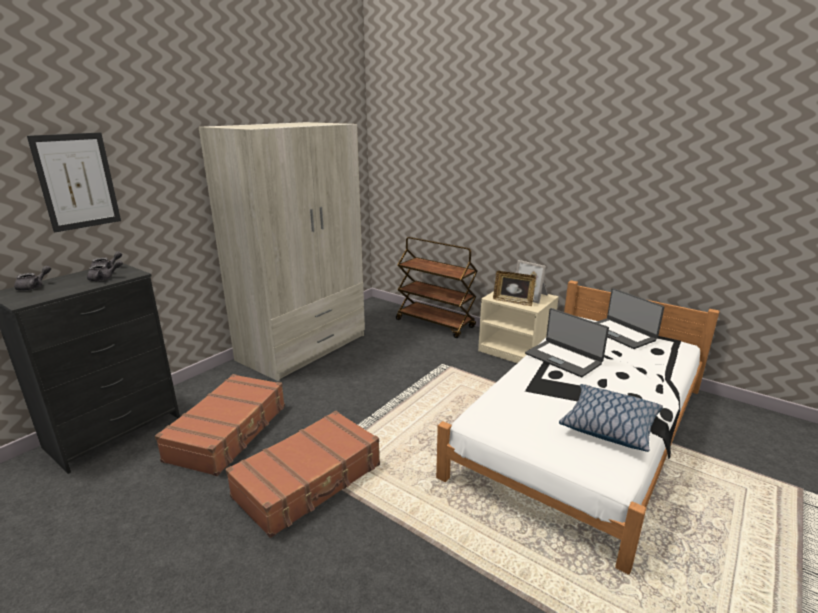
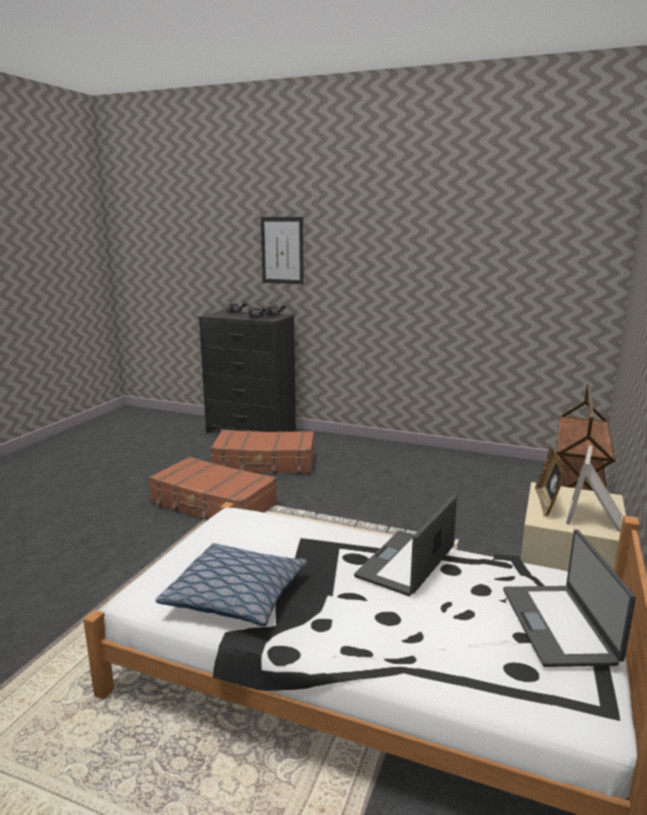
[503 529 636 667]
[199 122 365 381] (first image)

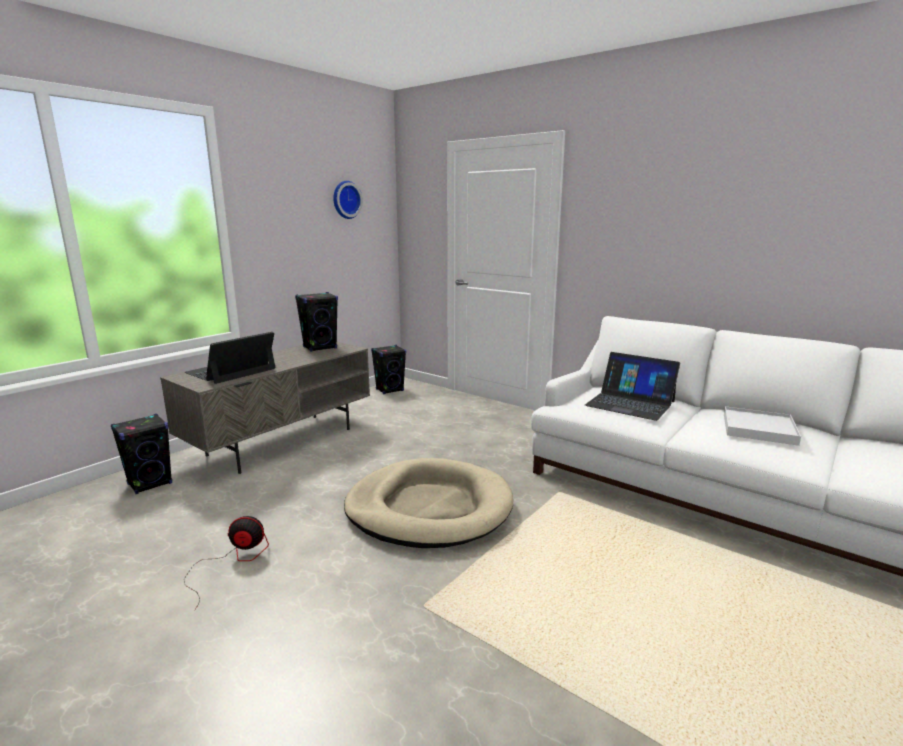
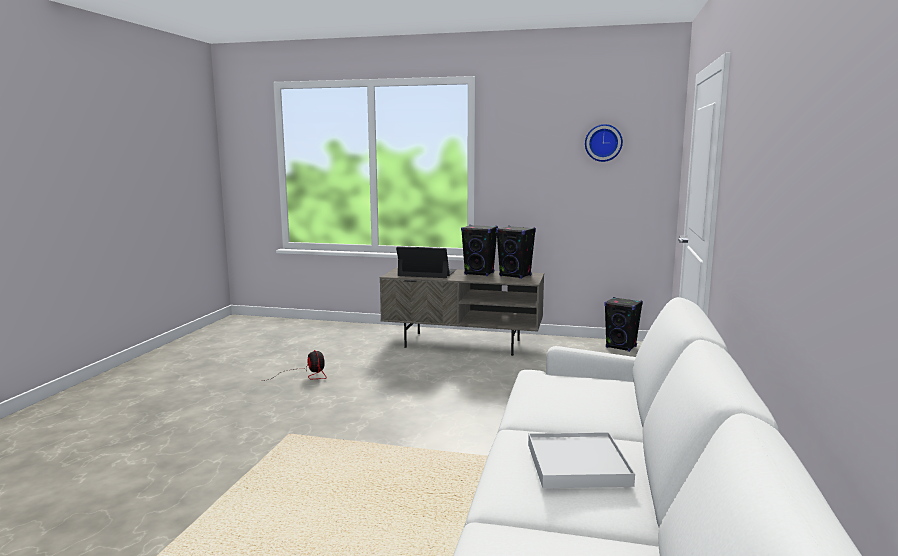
[461 225 498 276]
[344 458 513 548] (first image)
[585 352 680 421] (first image)

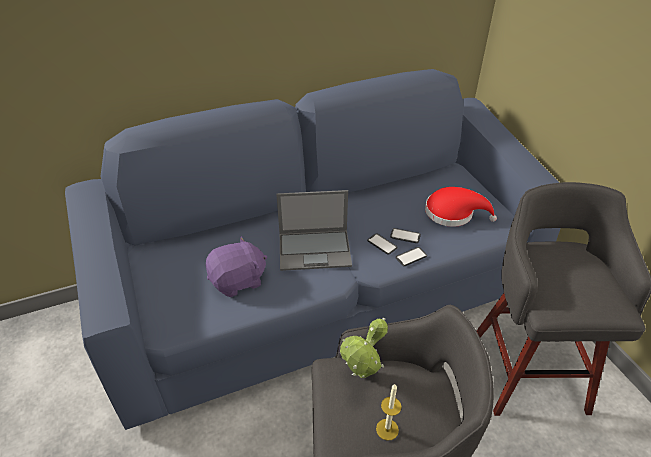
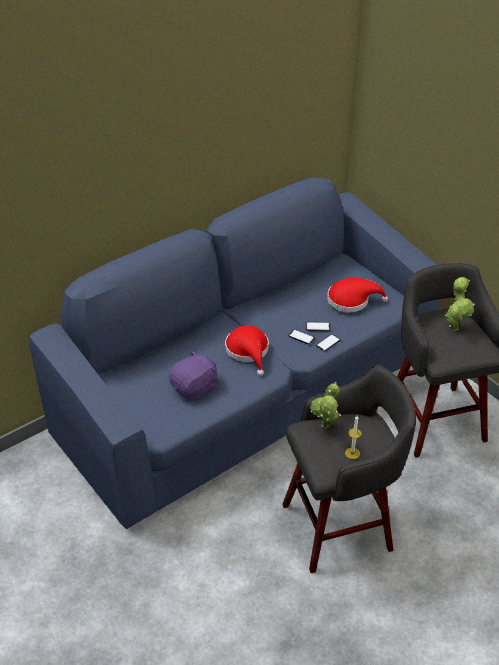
[225 325 269 376]
[445 277 475 331]

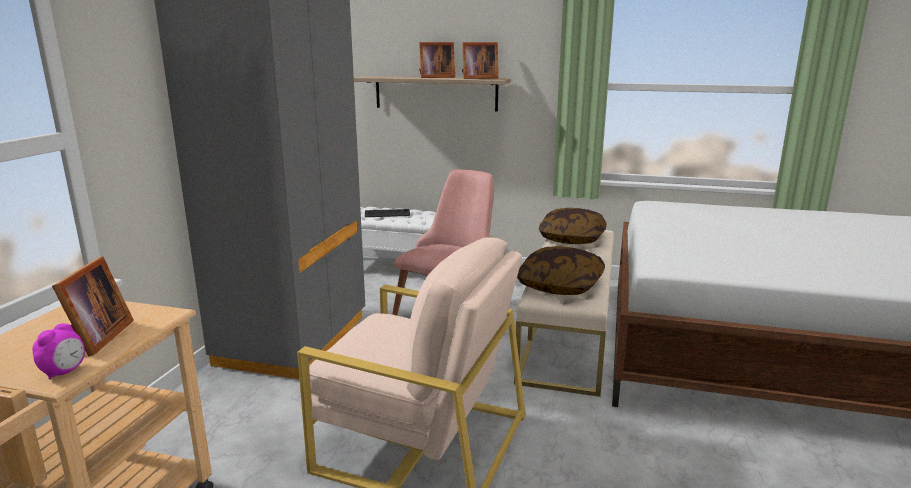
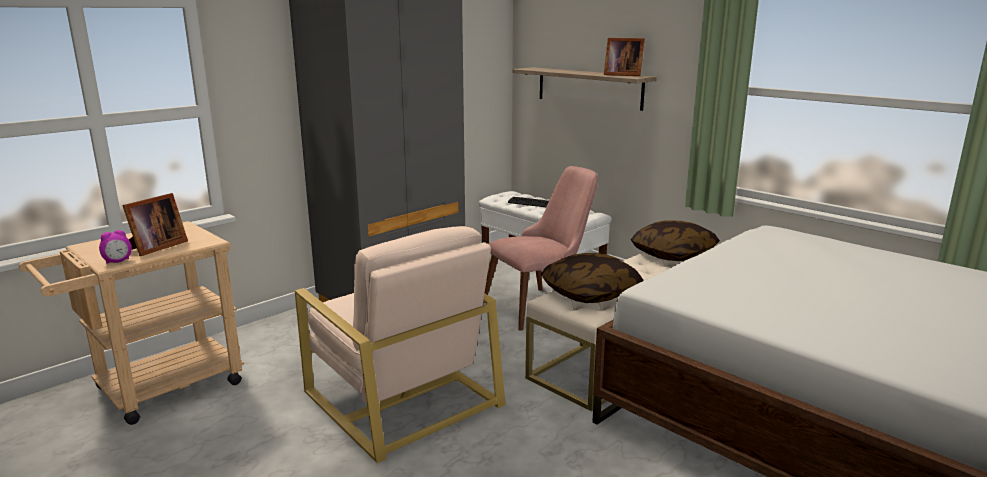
[419 42 455 78] (first image)

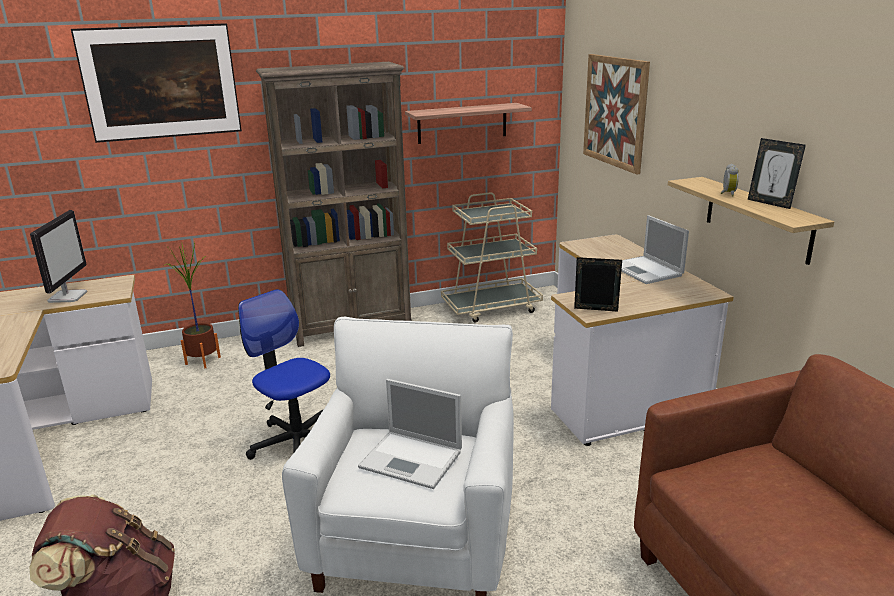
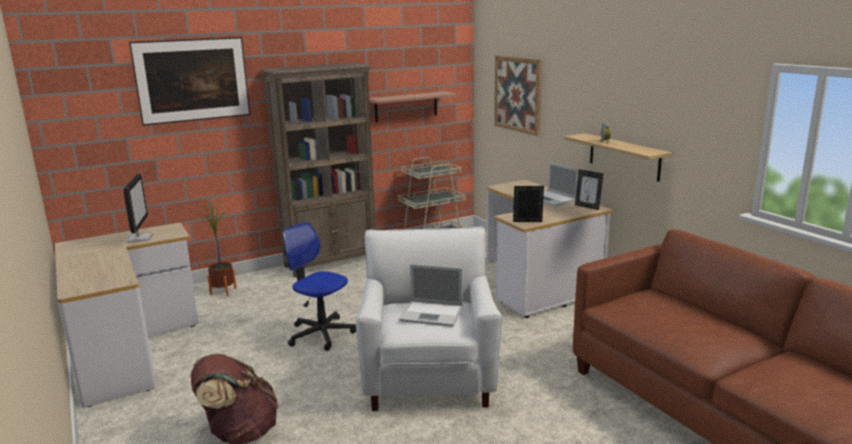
[575 169 603 210]

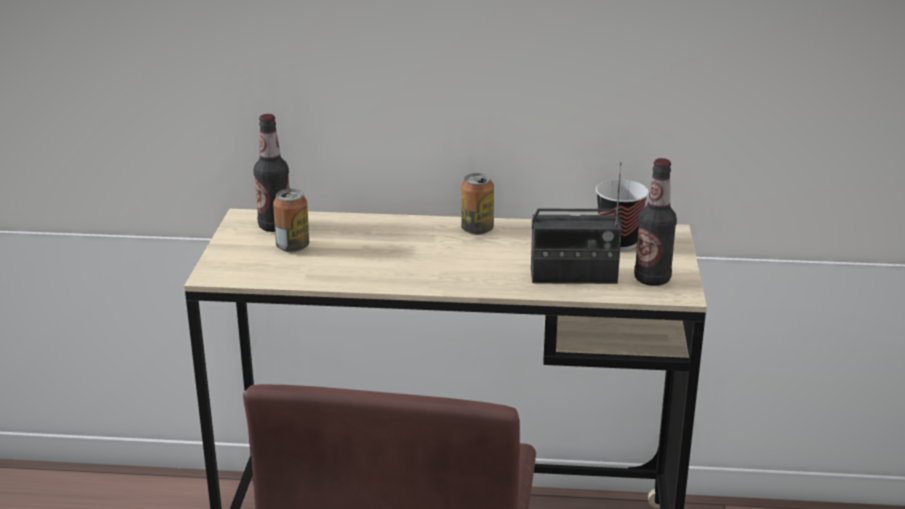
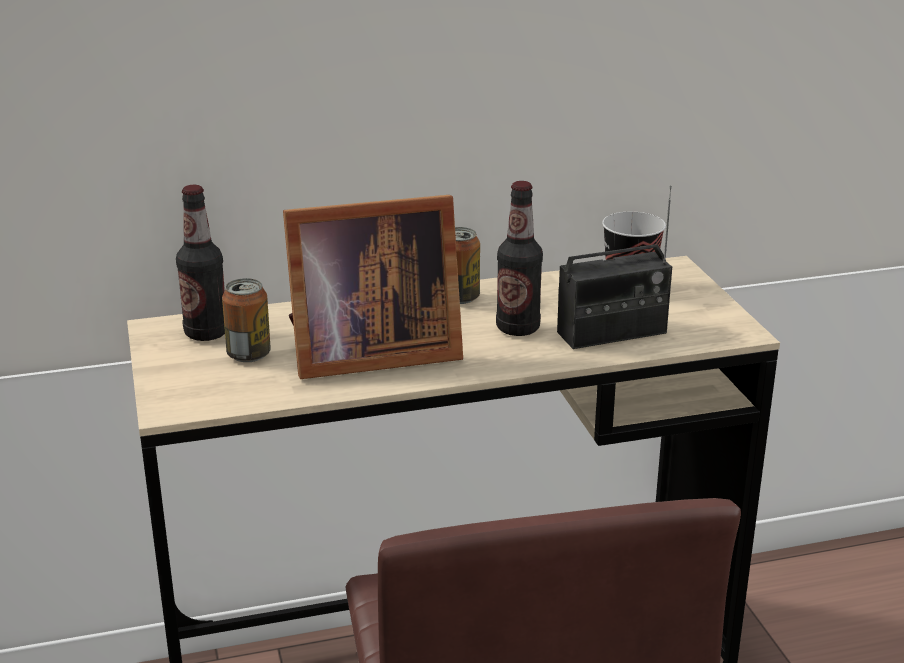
[283 195 463 379]
[496 181 543 336]

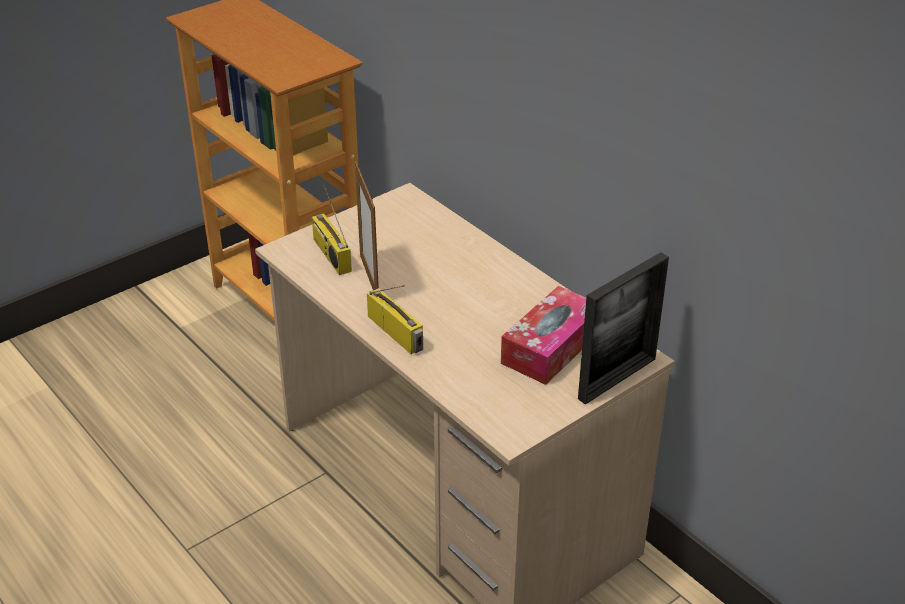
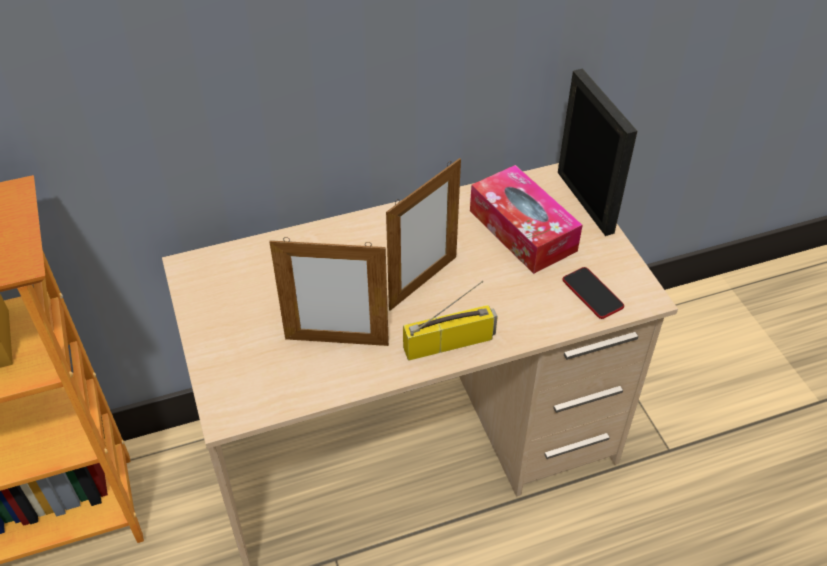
[386 158 461 311]
[562 267 624 319]
[312 183 352 275] (first image)

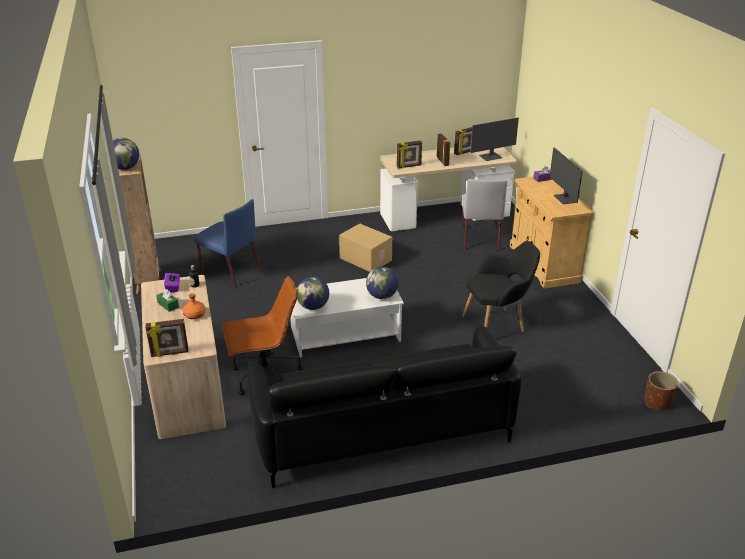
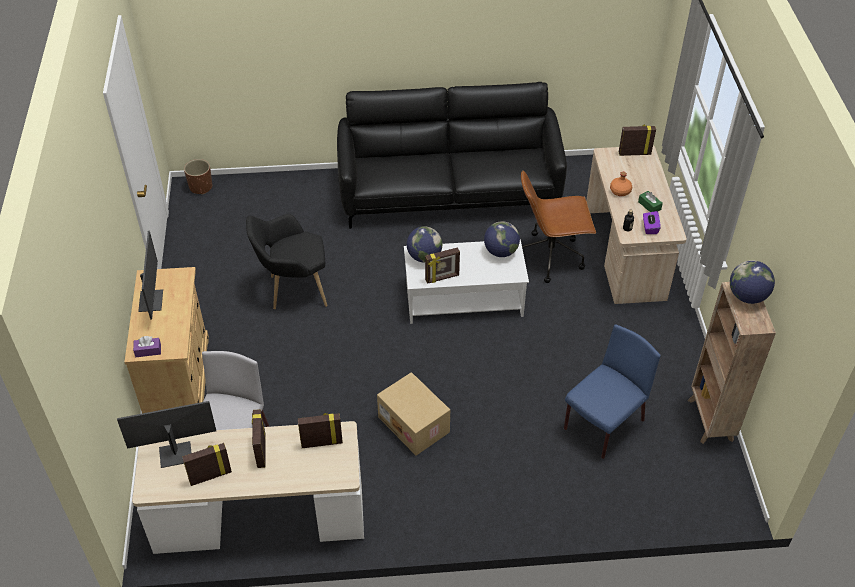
[425 247 460 284]
[564 324 661 459]

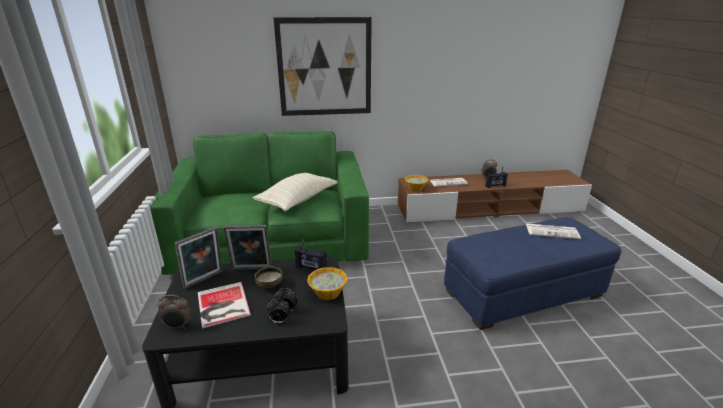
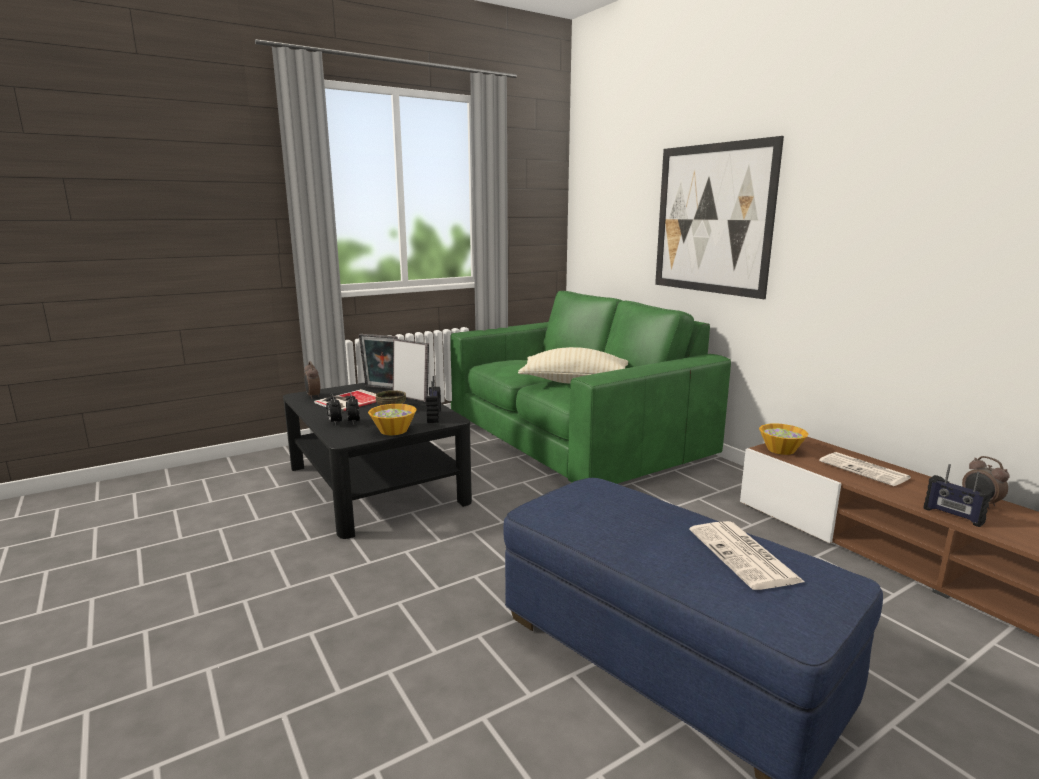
[393 339 429 402]

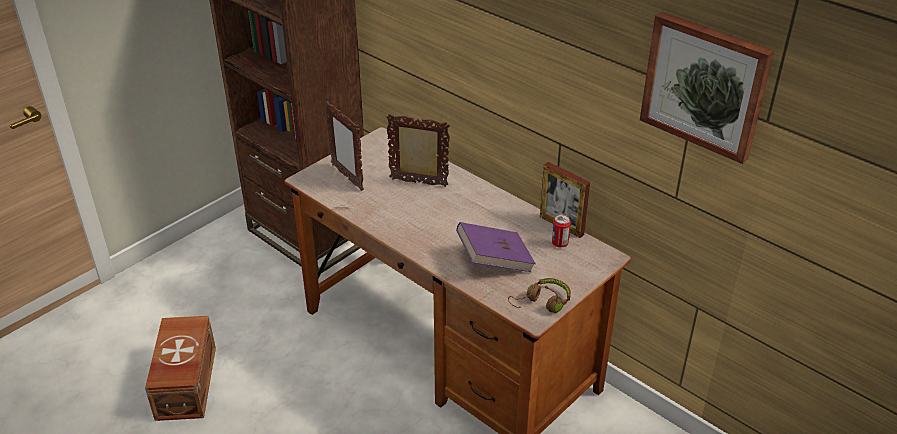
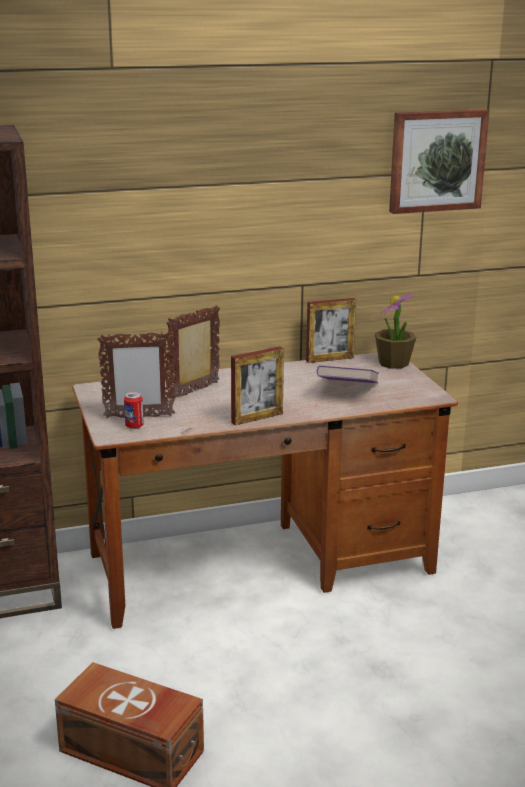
[124 392 144 429]
[231 346 284 426]
[375 292 416 369]
[508 278 571 313] (first image)

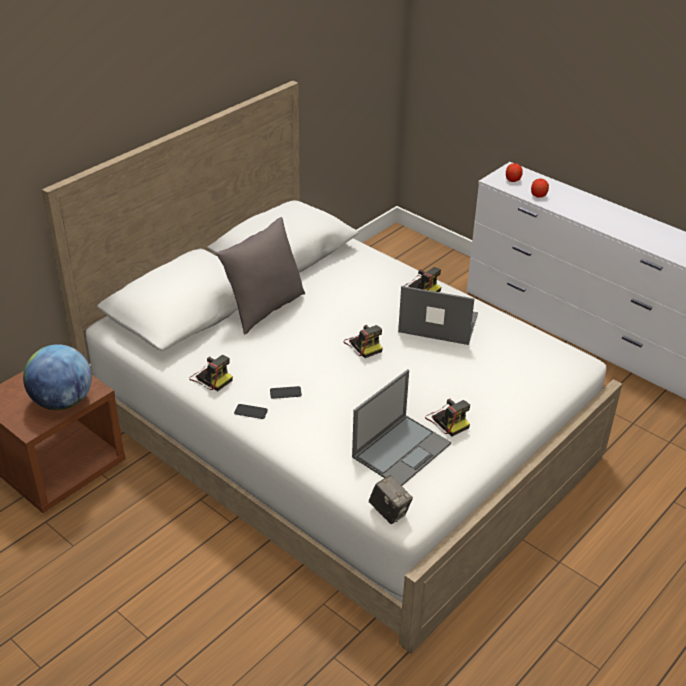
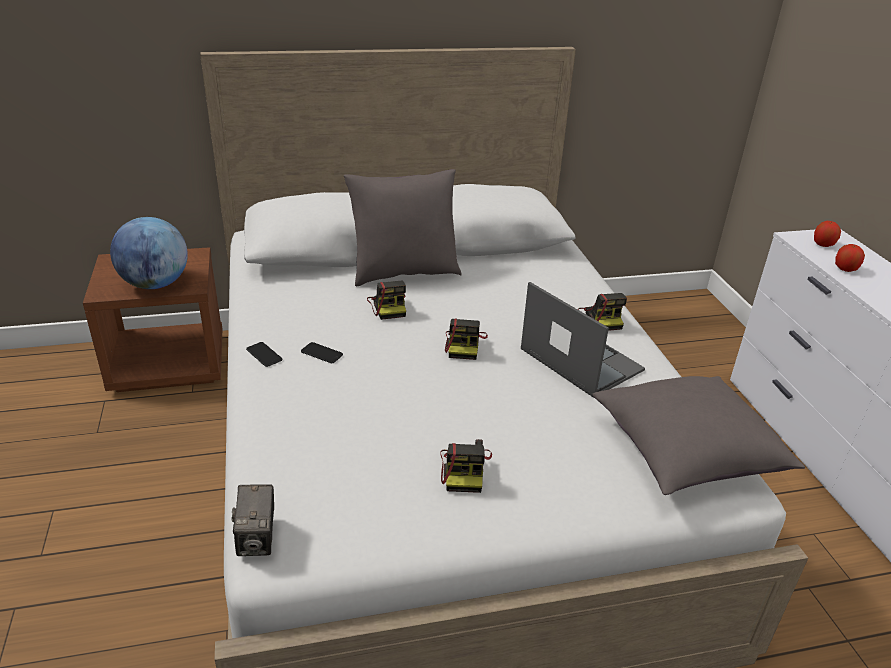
[367 280 406 320]
[592 376 805 495]
[352 369 451 486] (first image)

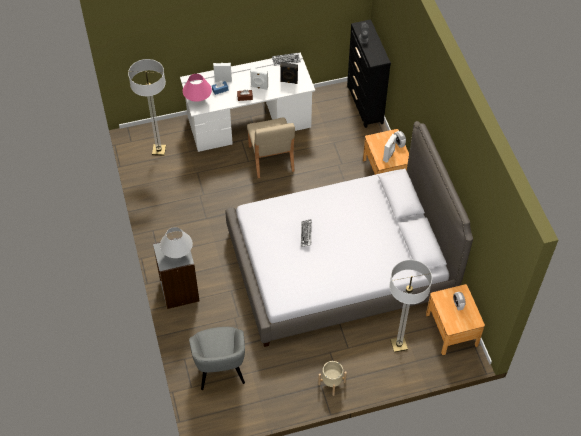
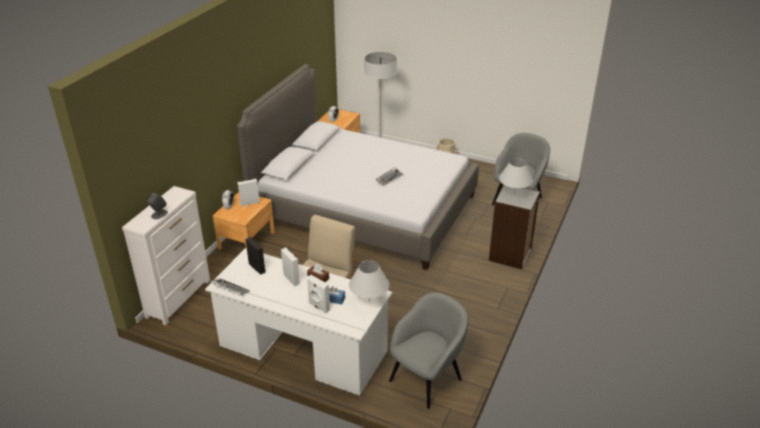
[122 186 210 325]
[349 260 389 302]
[389 292 469 409]

